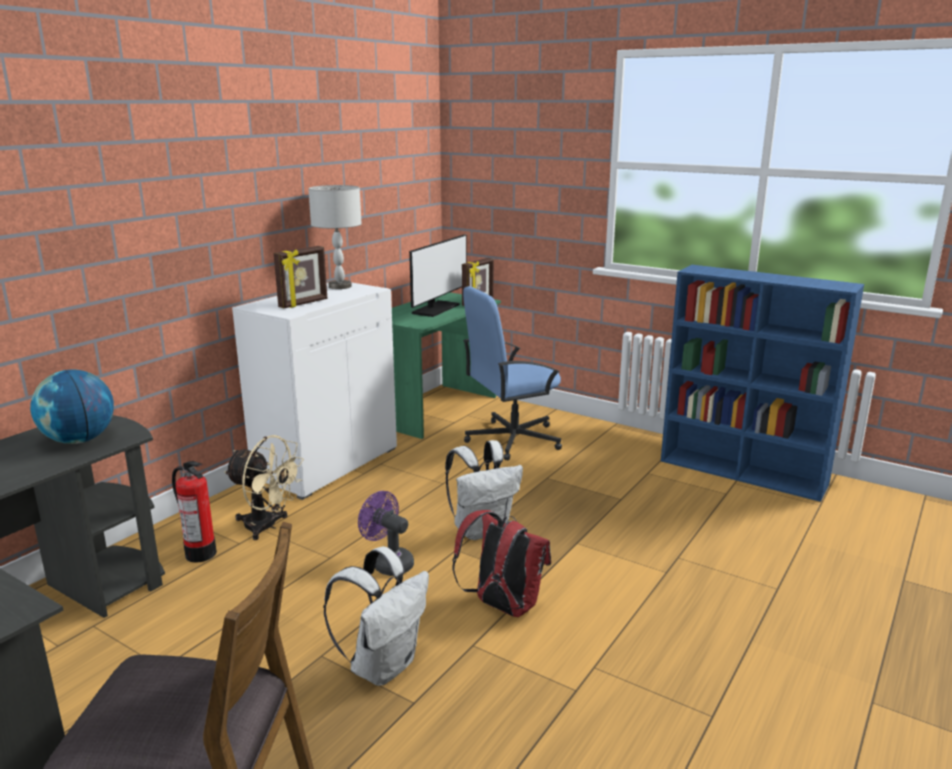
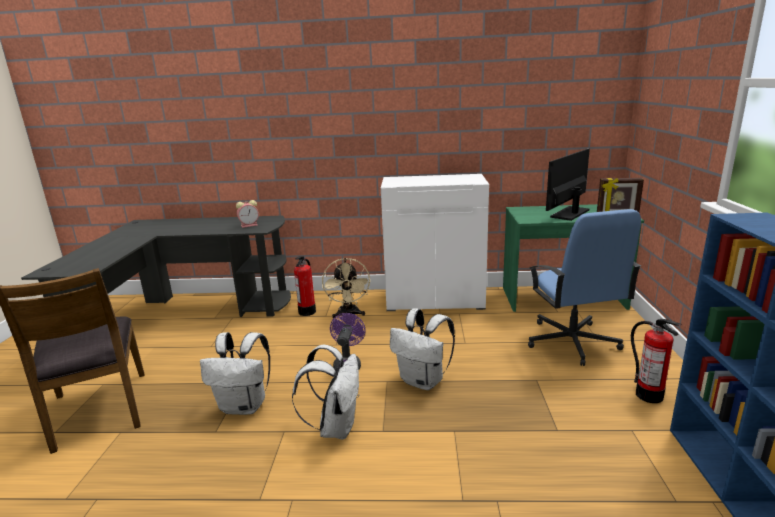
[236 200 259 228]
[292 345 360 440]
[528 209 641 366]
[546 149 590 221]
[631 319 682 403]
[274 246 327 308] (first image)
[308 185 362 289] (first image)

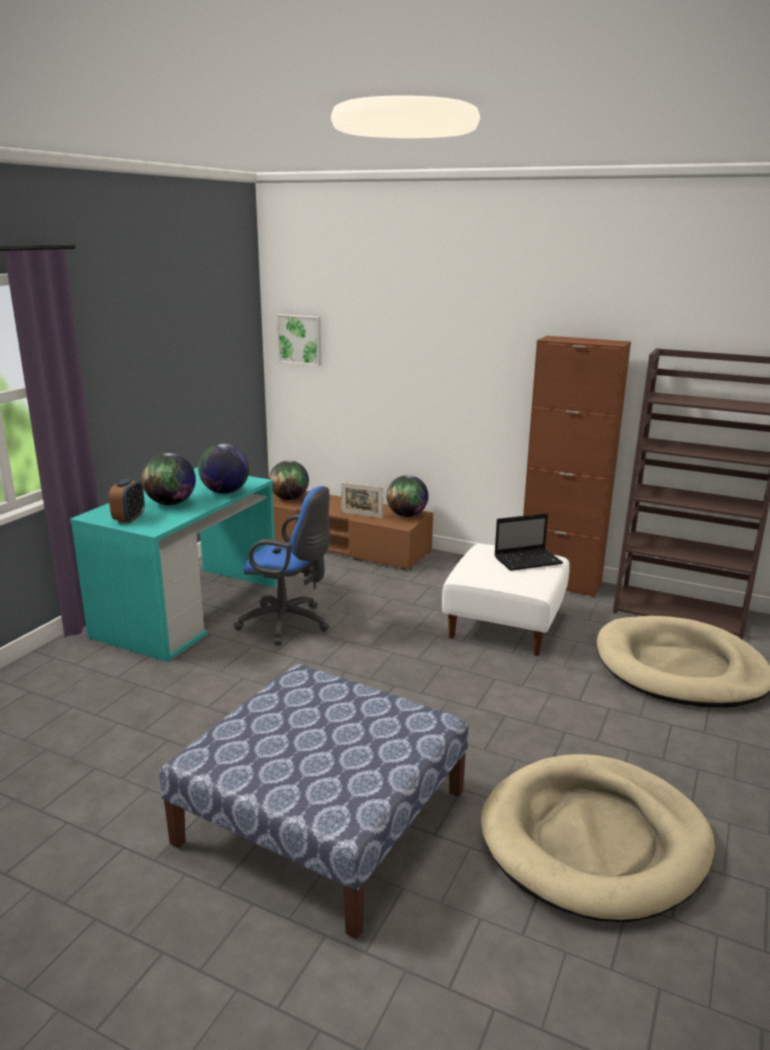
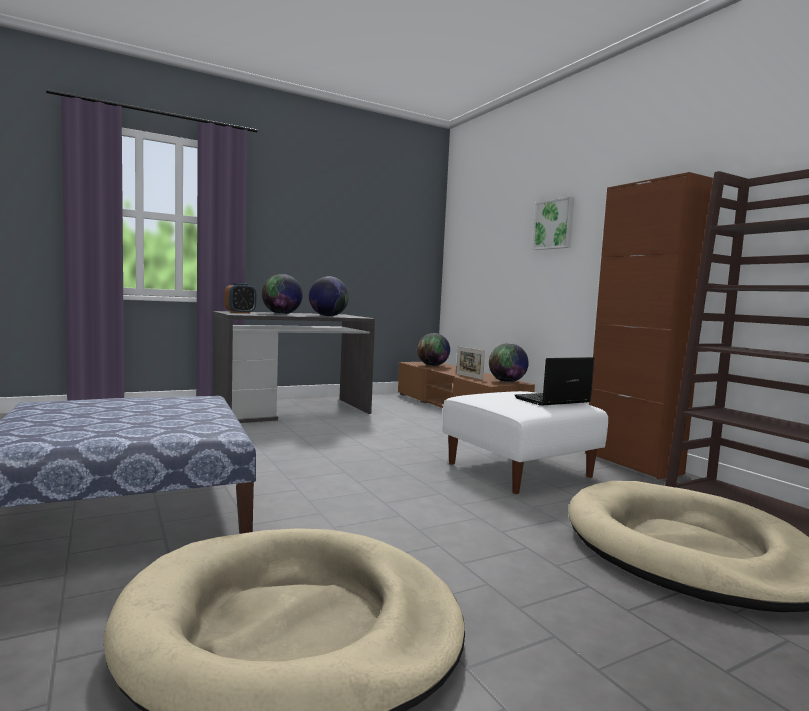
[212 311 376 423]
[515 357 594 406]
[532 197 574 250]
[234 486 330 646] (first image)

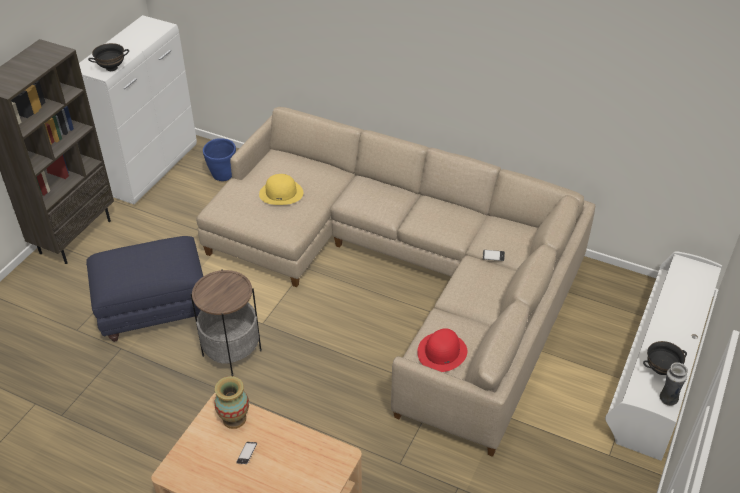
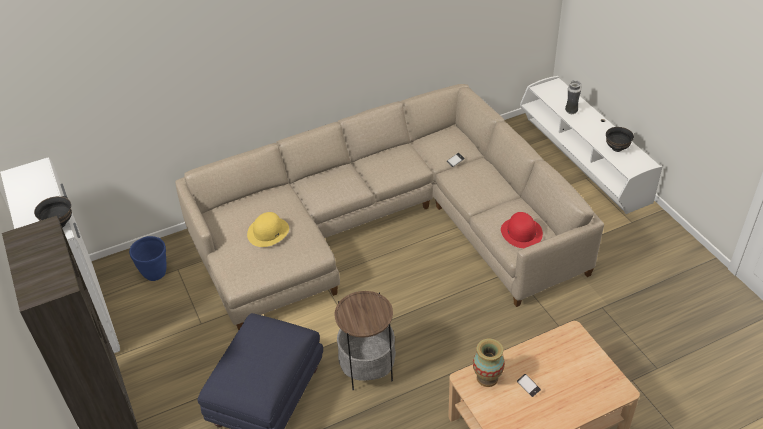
[565 80 581 114]

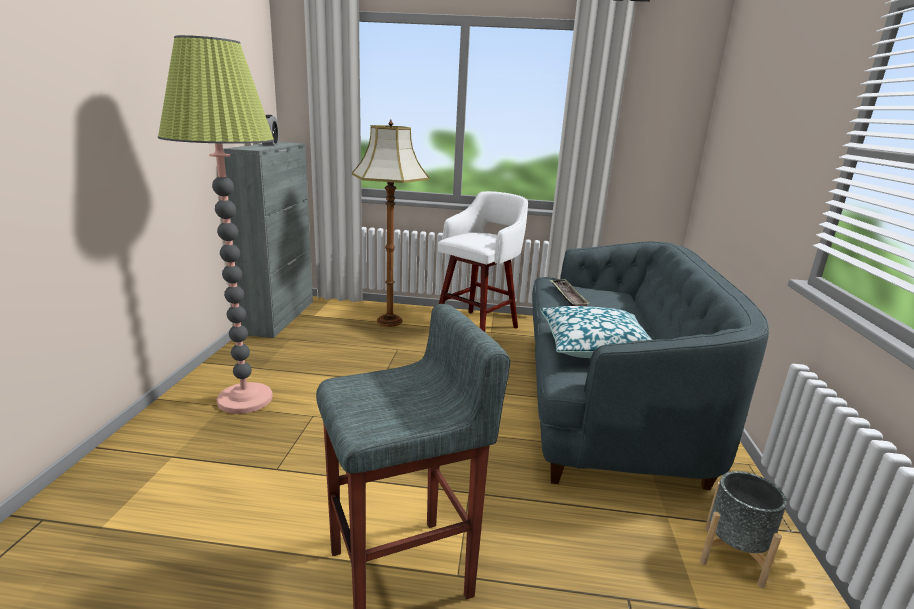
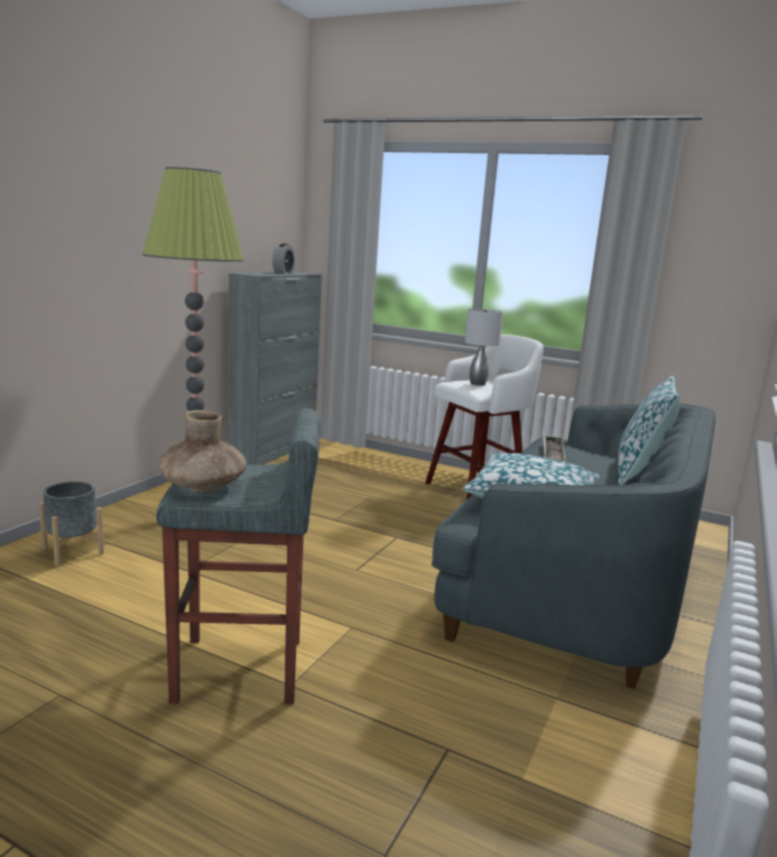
[39 482 104 566]
[158 410 247 492]
[465 308 503 386]
[618 376 680 486]
[352 119 429 327] (first image)

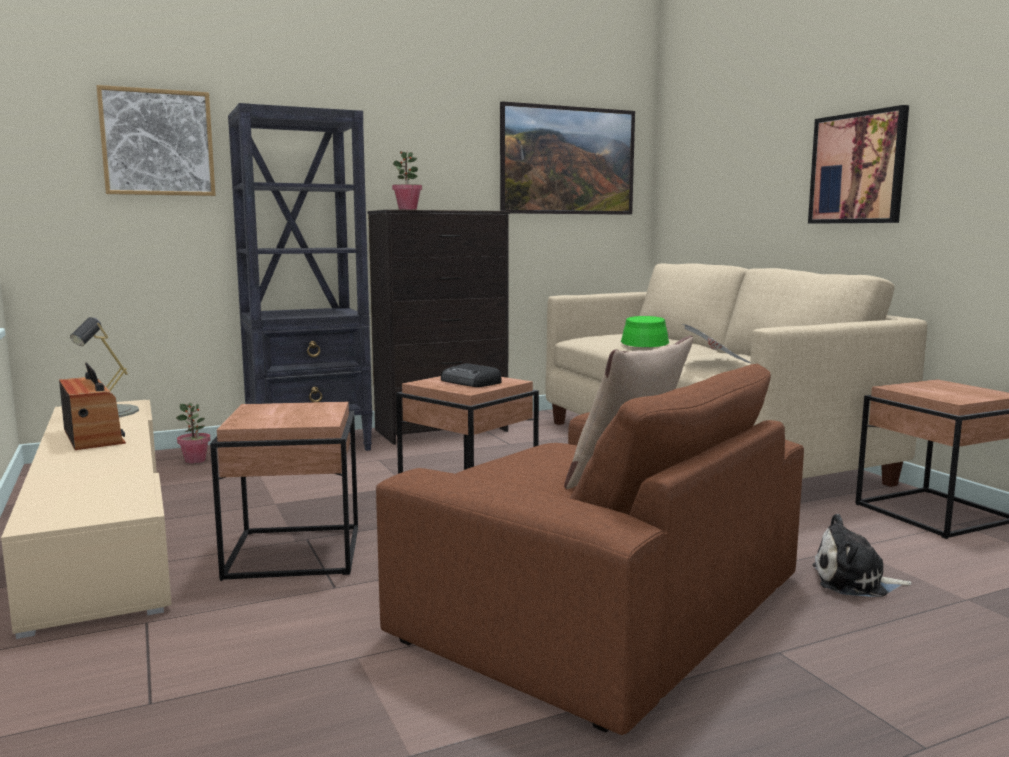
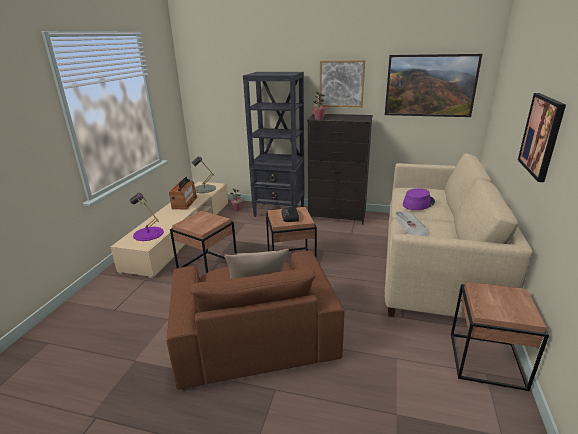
[130 193 164 241]
[320 60 365 107]
[403 188 435 210]
[813 514 912 597] (first image)

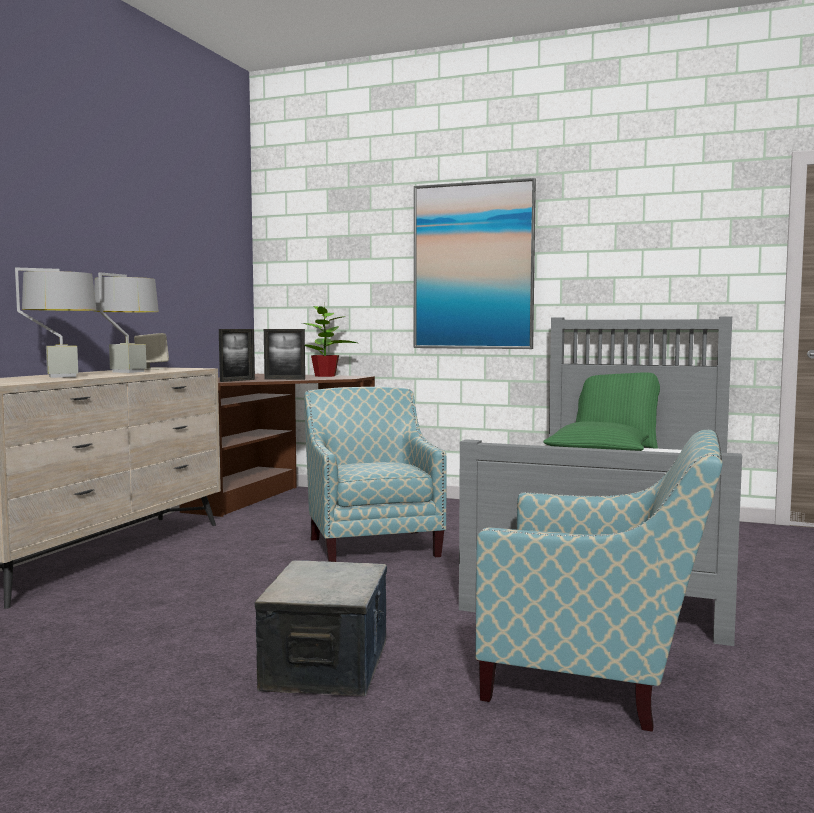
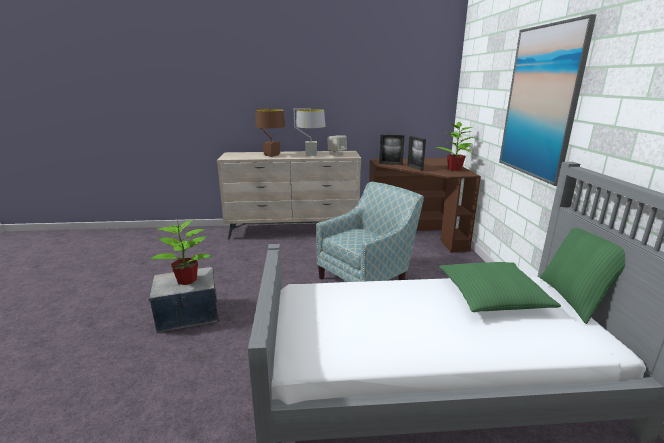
[150 218 212 285]
[255 108 285 157]
[475 429 723 732] (first image)

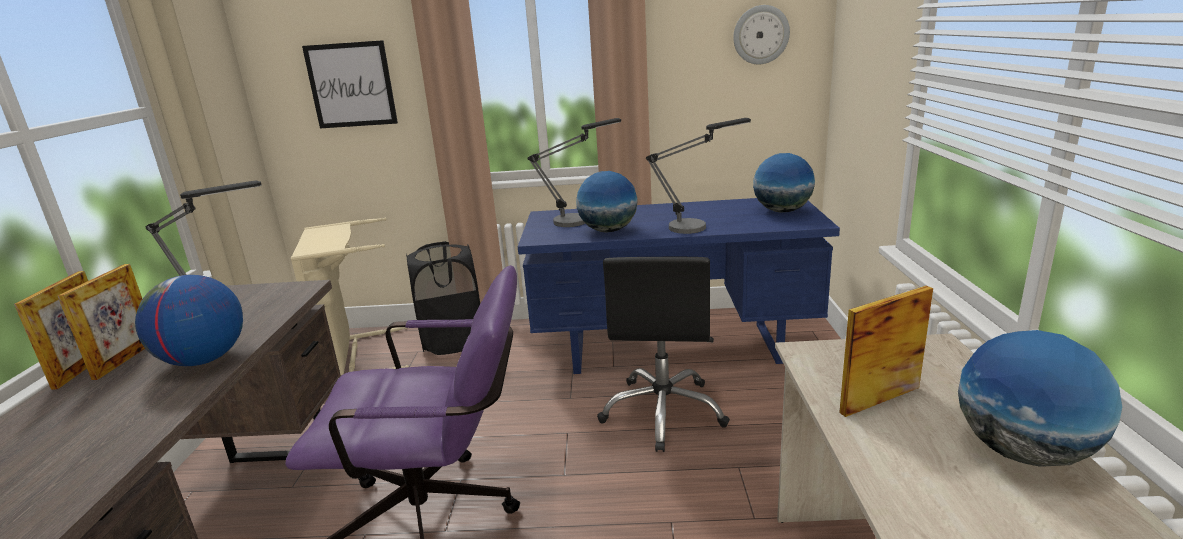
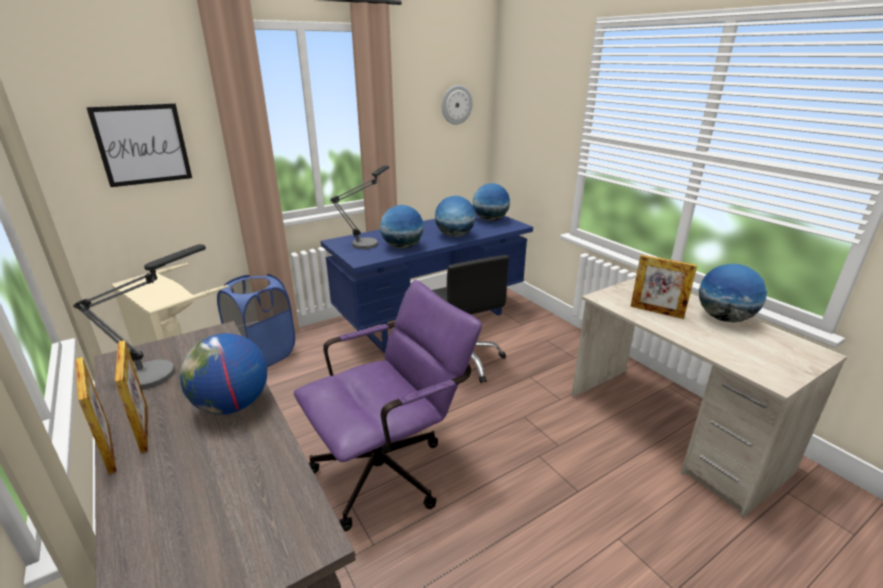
[217 274 295 367]
[435 196 476 237]
[630 255 697 319]

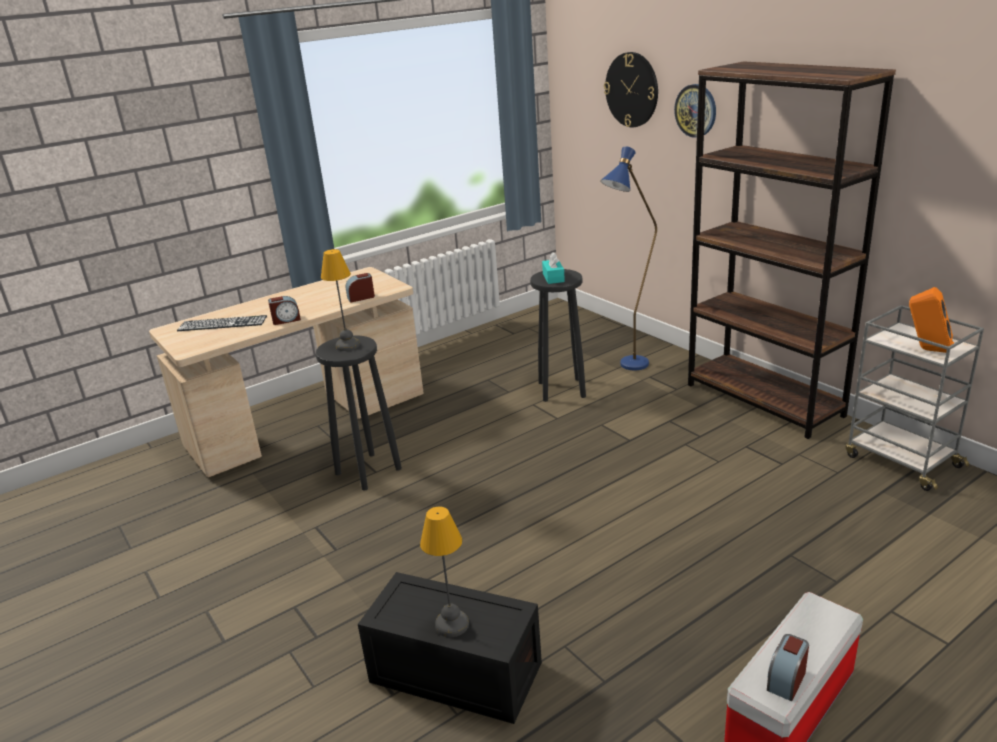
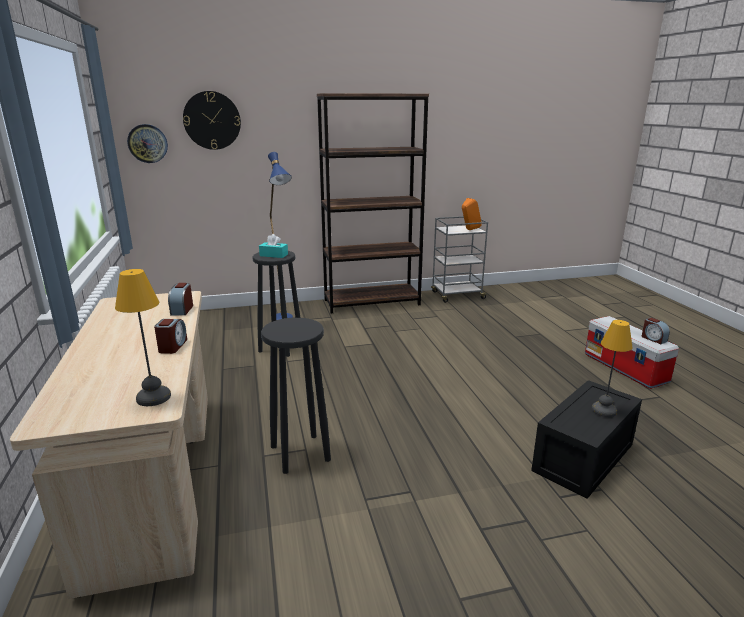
[115 269 171 406]
[127 124 168 163]
[177 315 267 331] (first image)

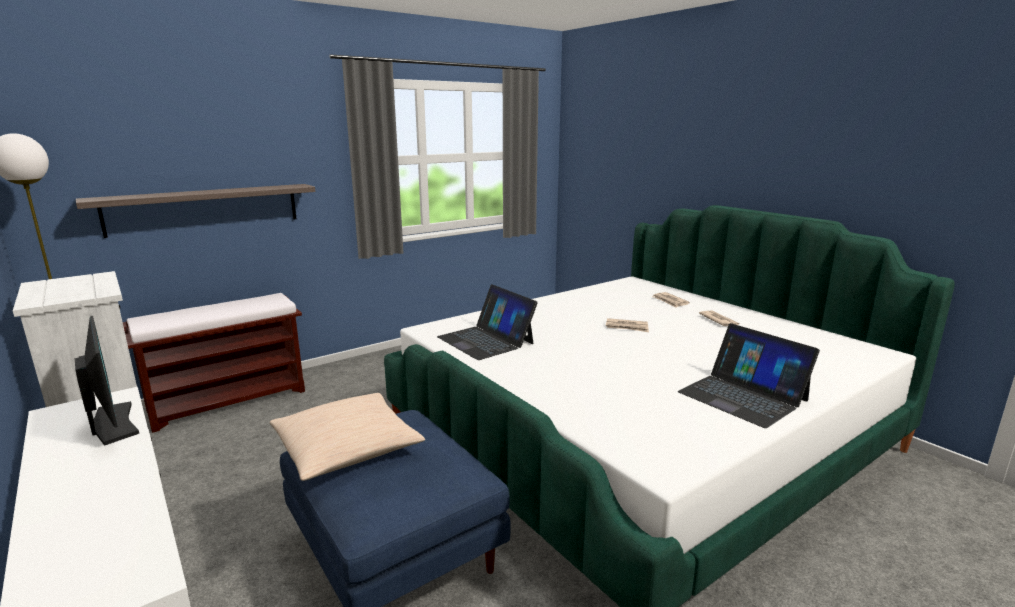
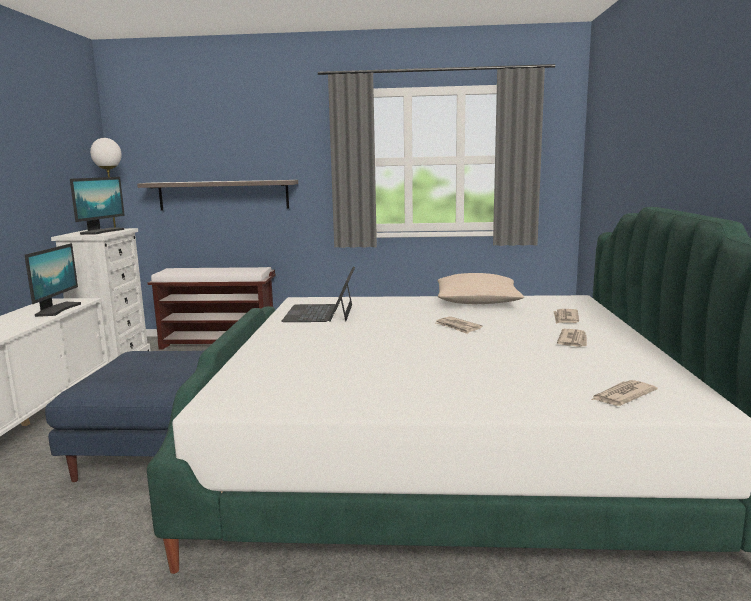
[70 177 125 235]
[437 273 524 304]
[592 380 658 406]
[678 323 820 428] (first image)

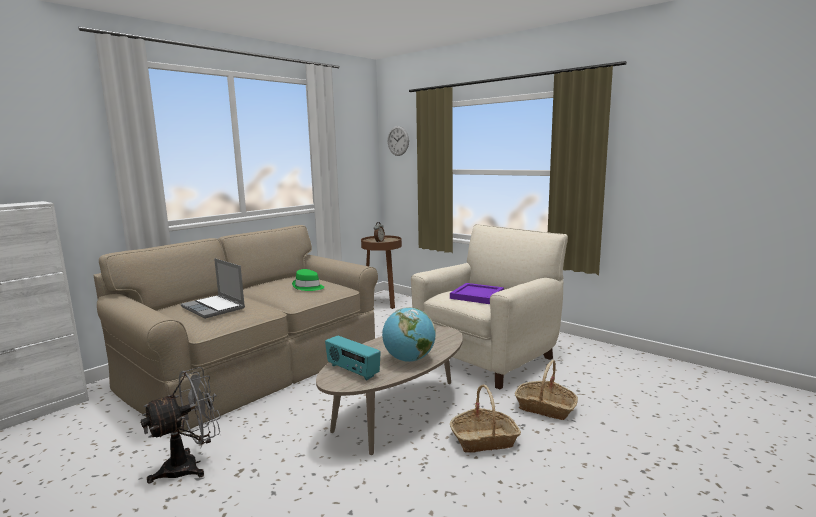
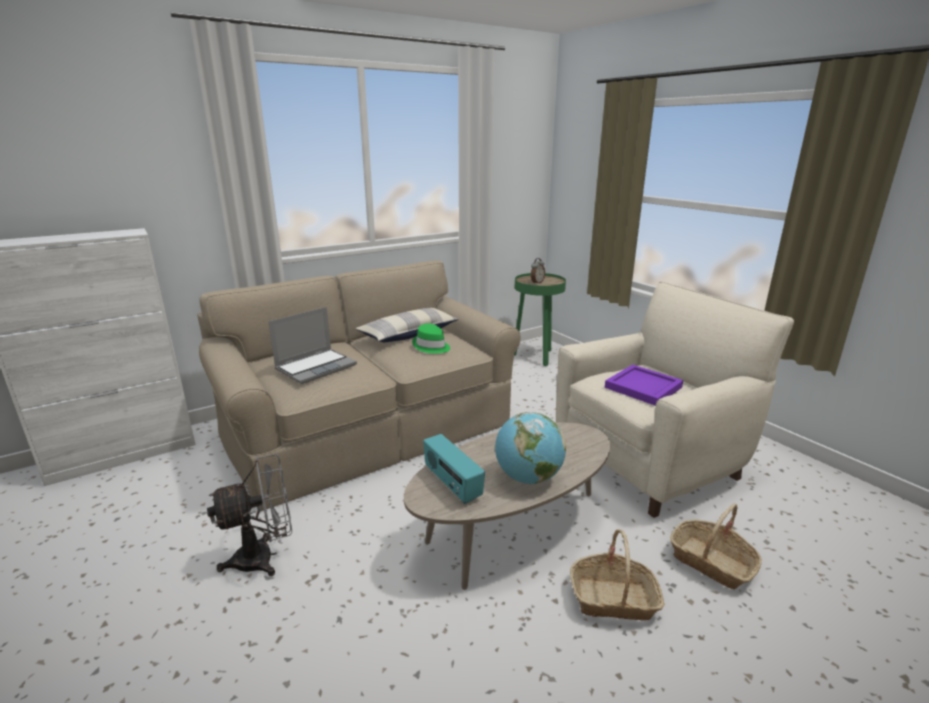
[268 307 357 384]
[355 308 459 342]
[514 273 566 366]
[388 126 409 156] (first image)

